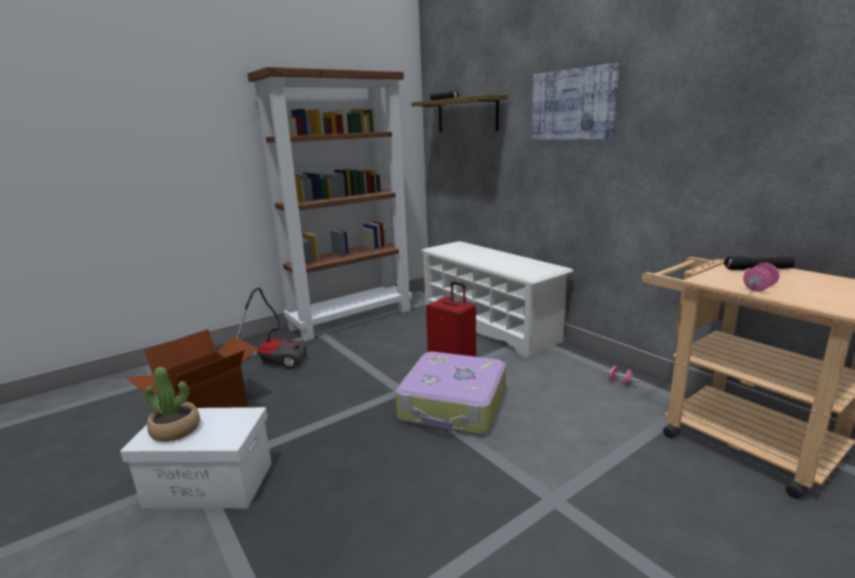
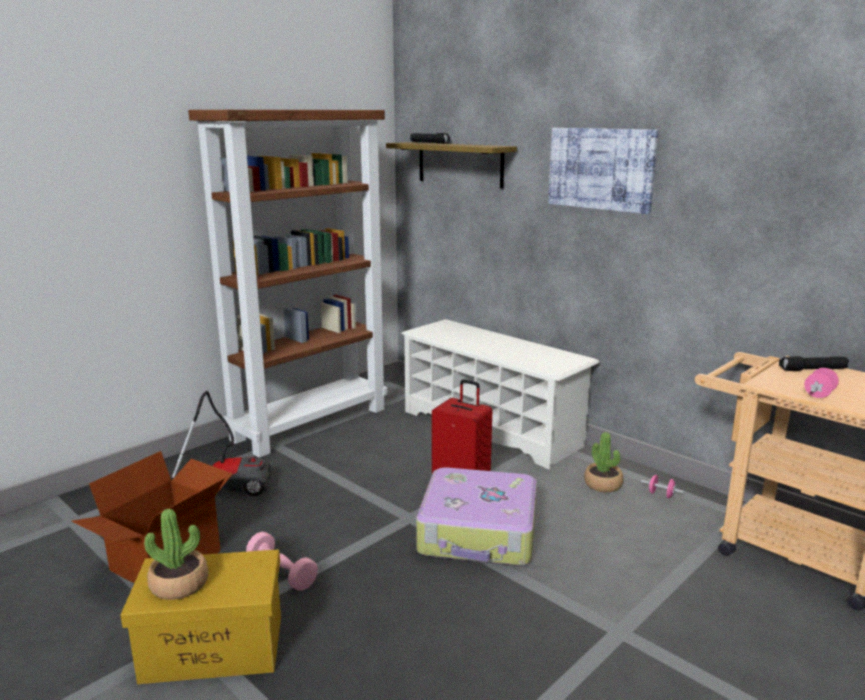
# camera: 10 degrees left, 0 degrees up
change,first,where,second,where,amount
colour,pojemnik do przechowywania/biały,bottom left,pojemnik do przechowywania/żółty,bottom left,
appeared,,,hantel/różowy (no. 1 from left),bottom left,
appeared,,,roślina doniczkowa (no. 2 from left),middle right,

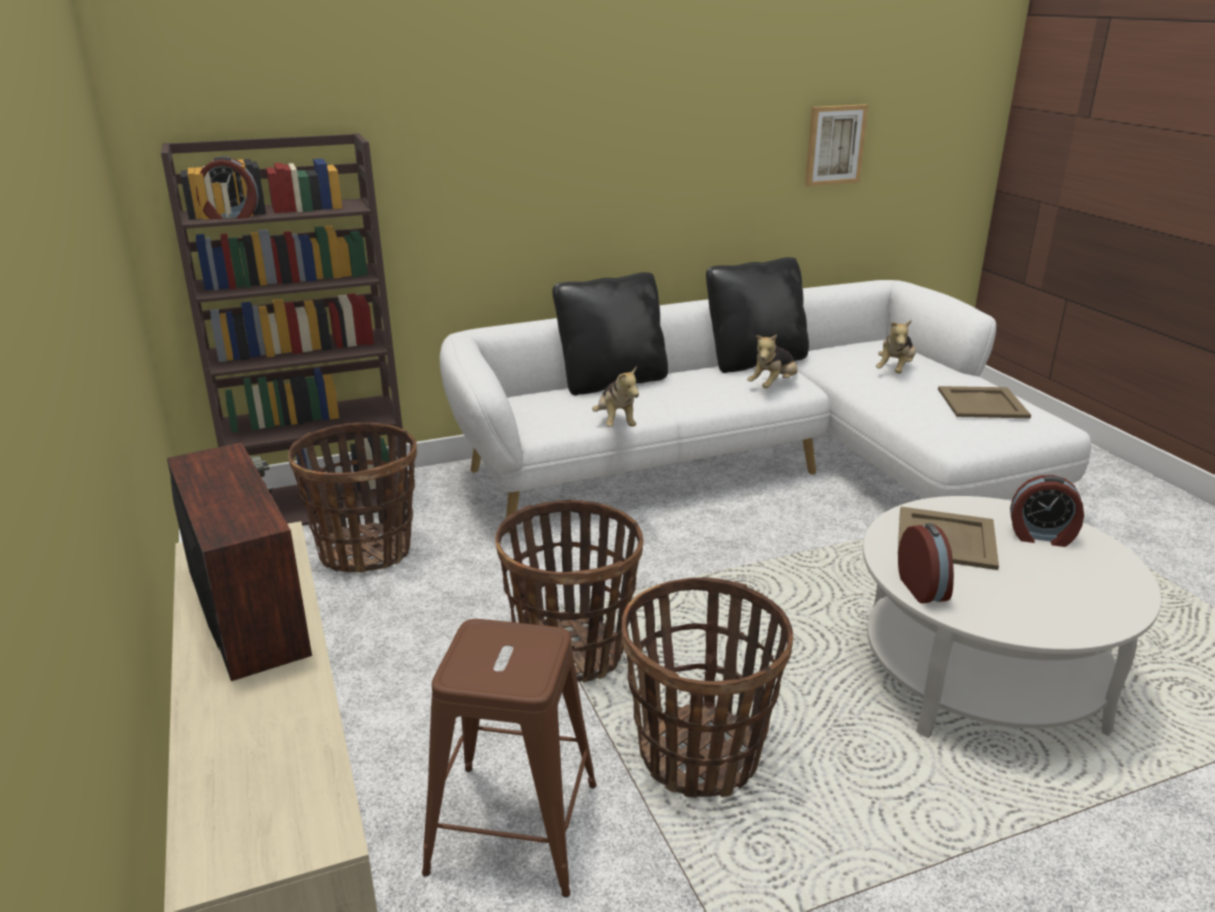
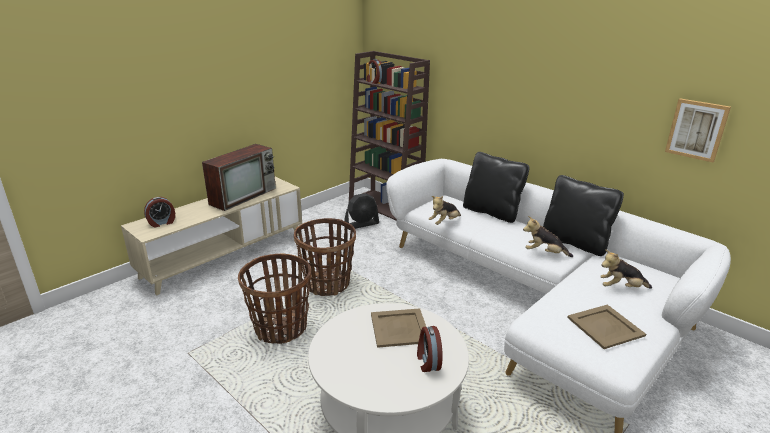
# camera: 65 degrees right, 0 degrees up
change,first,where,second,where,amount
relocated,budzik (no. 2 from left in the first image),middle right,budzik (no. 1 from left),middle left,
exchanged,koszyk (no. 1 from left),middle left,wentylator/czarny,centre,
missing,stołek/brązowy,bottom centre,,,

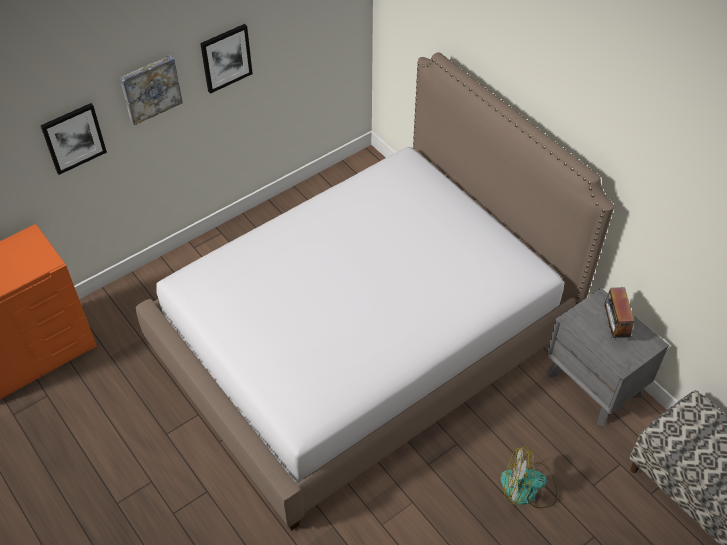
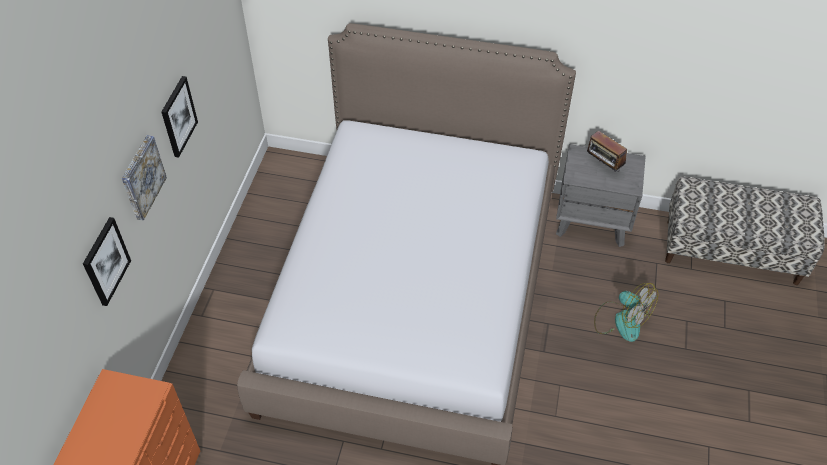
# camera: 40 degrees left, 0 degrees up
change,first,where,second,where,amount
spun,wentylator,bottom right,,bottom right,105 degrees counterclockwise

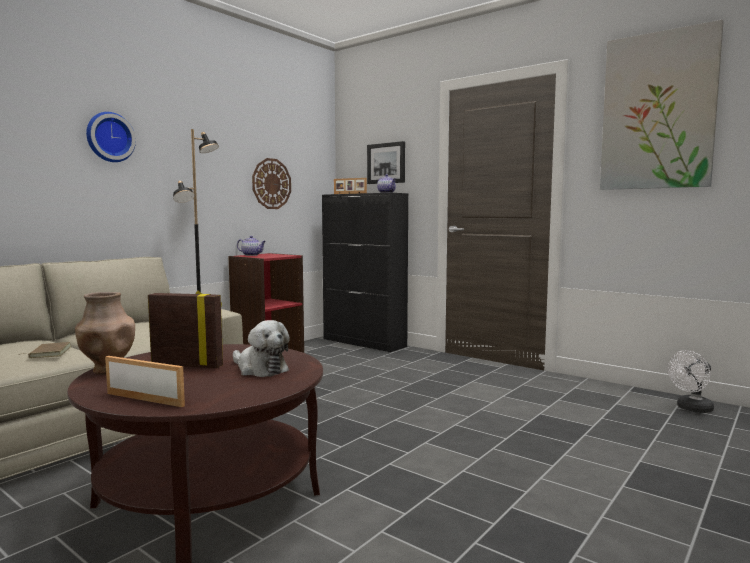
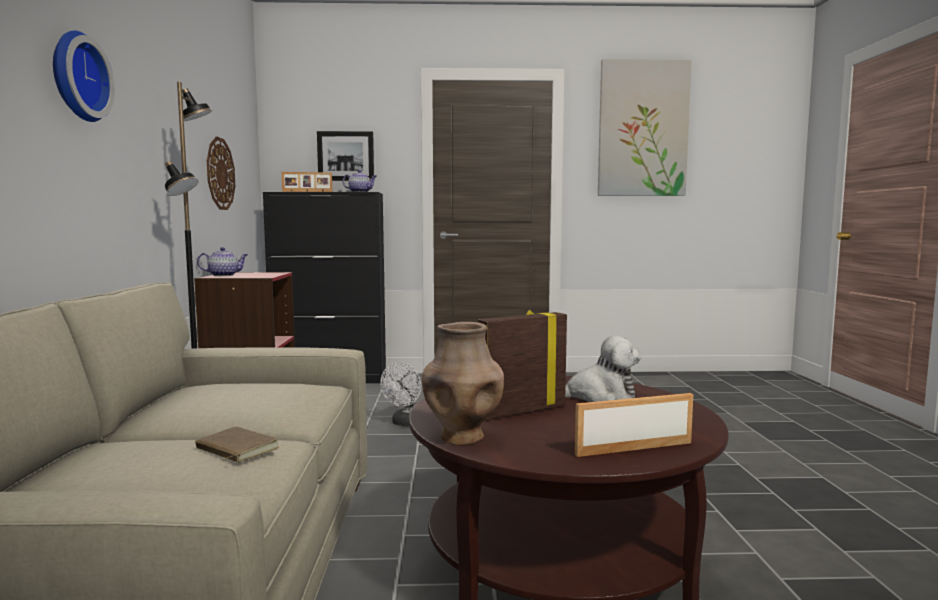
# camera: 40 degrees left, 0 degrees up
change,first,where,second,where,amount
relocated,wentylator/biały,bottom right,,centre,

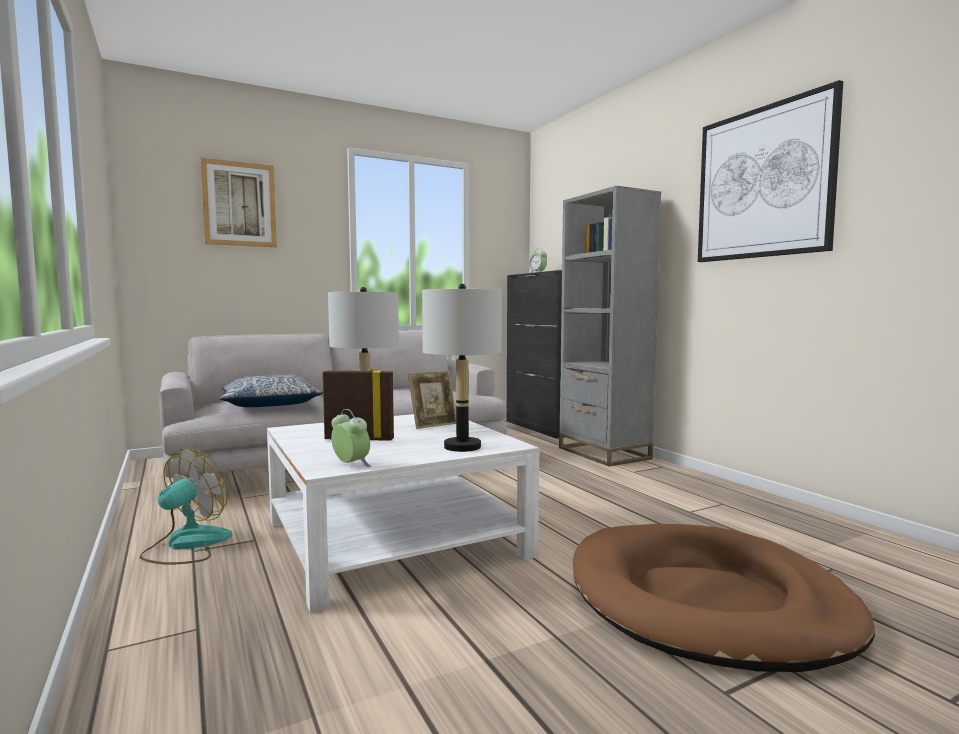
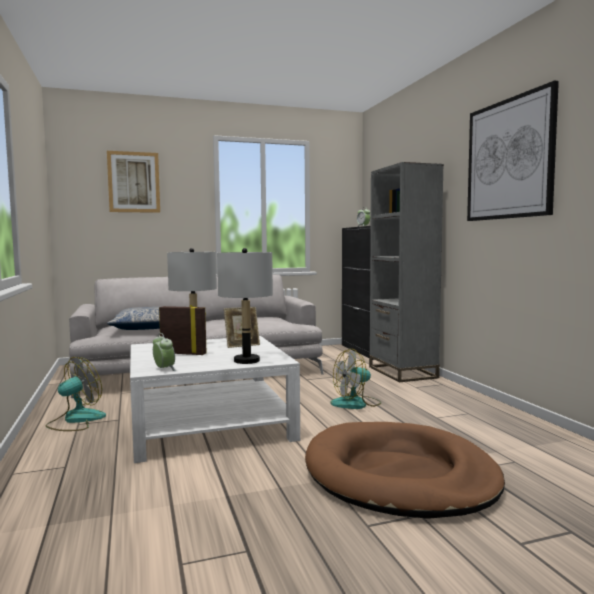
# camera: 10 degrees right, 0 degrees up
change,first,where,second,where,amount
appeared,,,wentylator (no. 2 from left),centre,

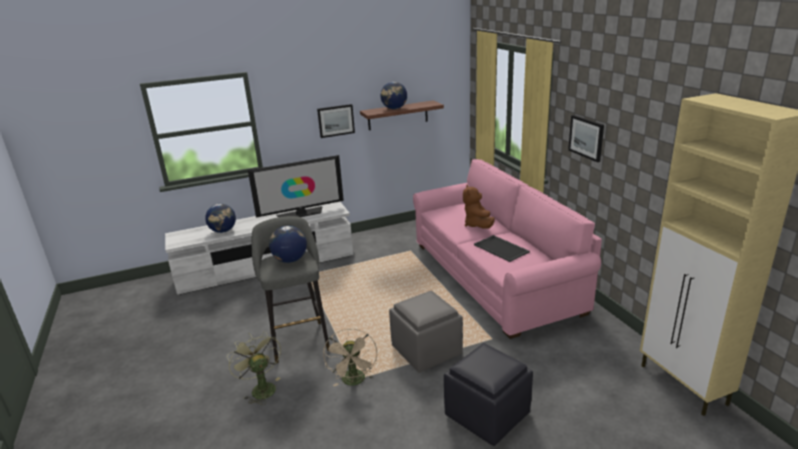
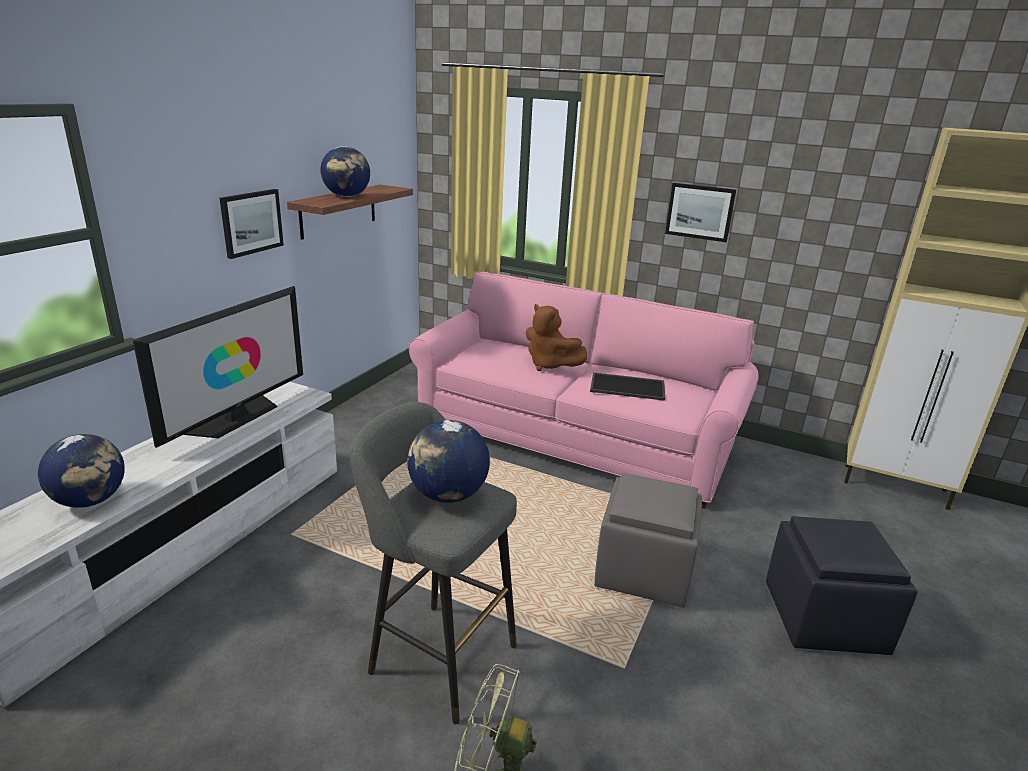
# camera: 45 degrees left, 0 degrees up
change,first,where,second,where,amount
missing,wentylator/beżowy,bottom centre,,,

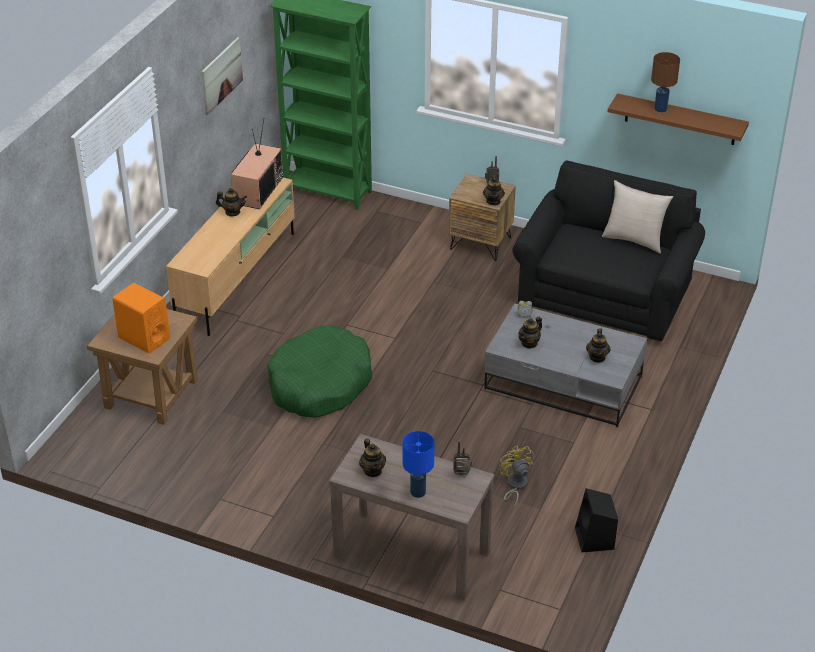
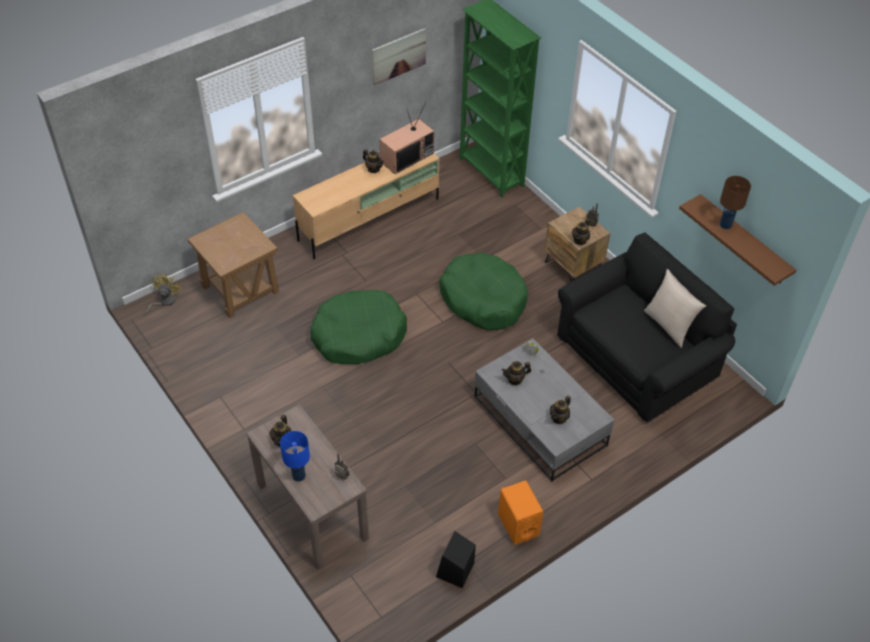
# camera: 30 degrees right, 10 degrees up
change,first,where,second,where,amount
relocated,wentylator/żółty,bottom centre,,middle left,
appeared,,,legowisko/zielony (no. 2 from left),centre,
relocated,głośnik/pomarańczowy,middle left,,bottom centre,

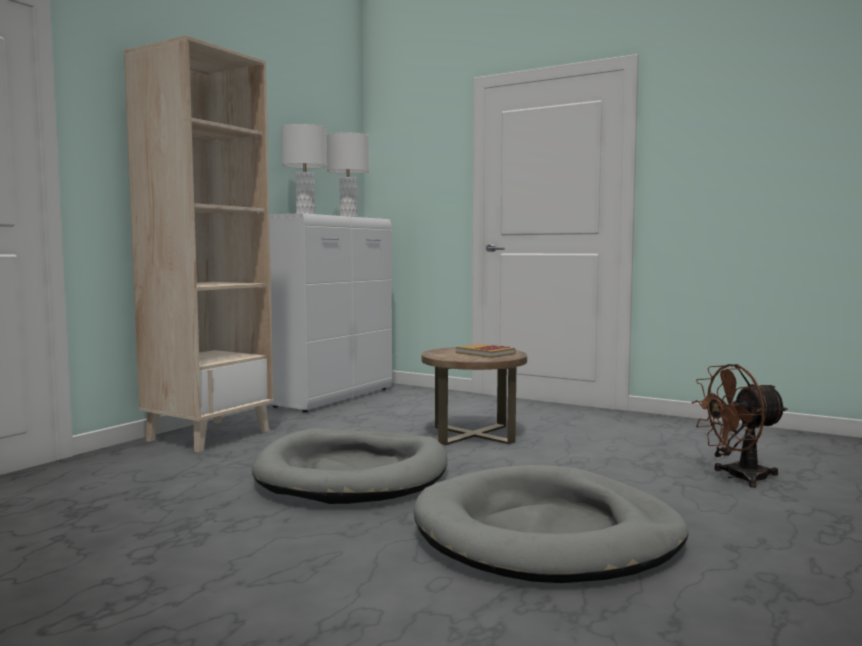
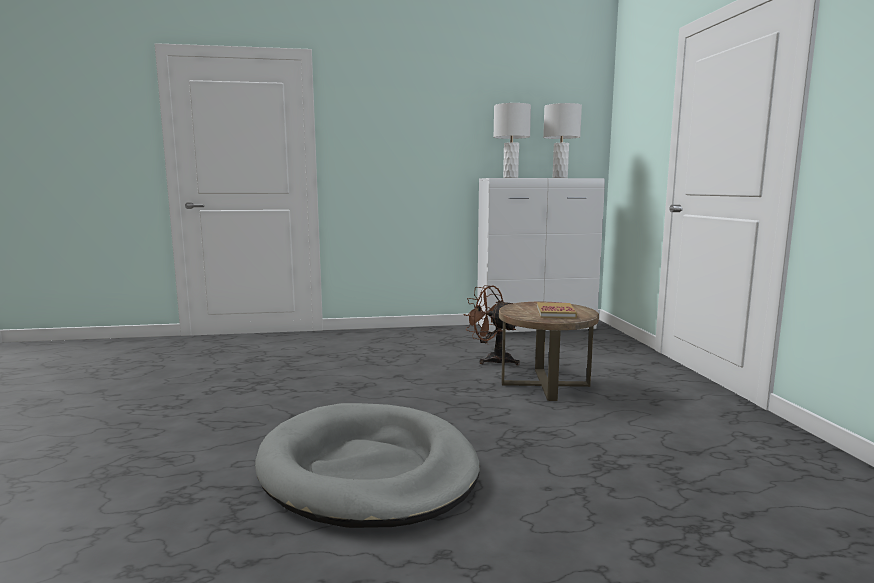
# camera: 50 degrees right, 5 degrees up
change,first,where,second,where,amount
relocated,wentylator/brązowy,middle right,,centre,
missing,regał/beżowy,middle left,,,
missing,legowisko/szary (no. 1 from left),bottom centre,,,

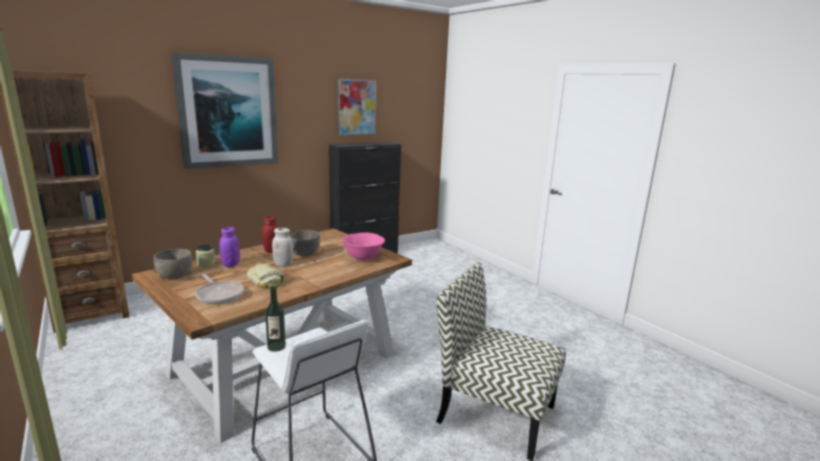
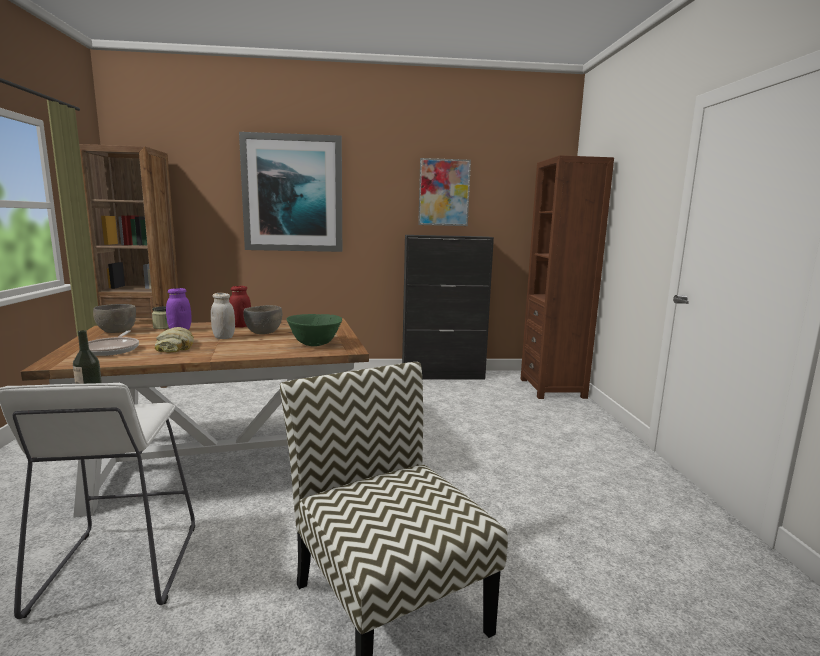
# camera: 30 degrees right, 5 degrees down
change,first,where,second,where,amount
colour,miska/różowy,centre,miska/zielony,centre,
appeared,,,regał/brązowy (no. 2 from left),middle right,

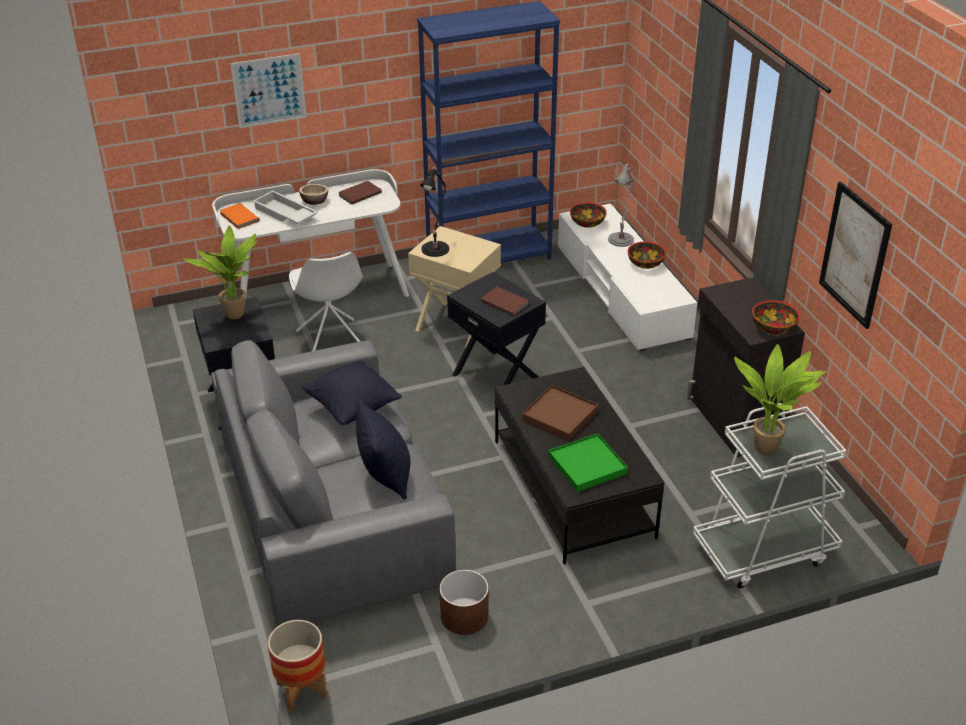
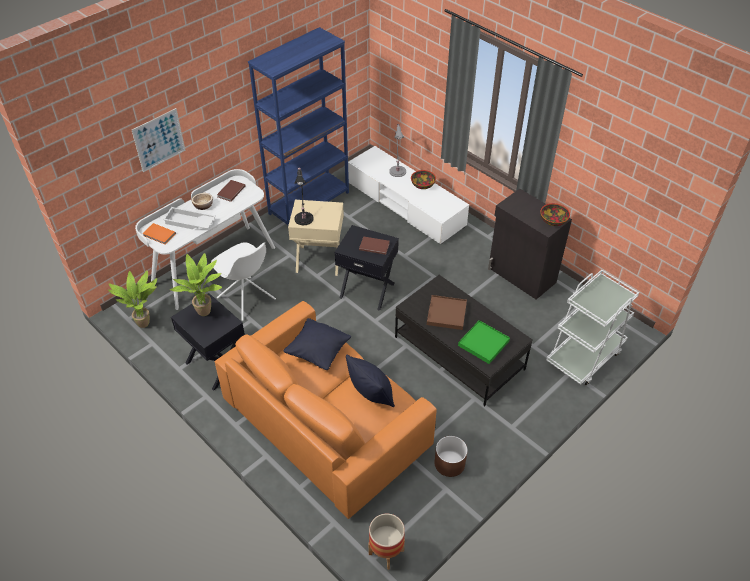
# camera: 25 degrees left, 10 degrees up
change,first,where,second,where,amount
relocated,roślina doniczkowa (no. 2 from left in the first image),middle right,roślina doniczkowa (no. 1 from left),middle left,
colour,kanapa/szary,centre,kanapa/pomarańczowy,bottom centre,
missing,miska (no. 2 from left),top centre,,,
missing,obraz (no. 2 from left),middle right,,,

